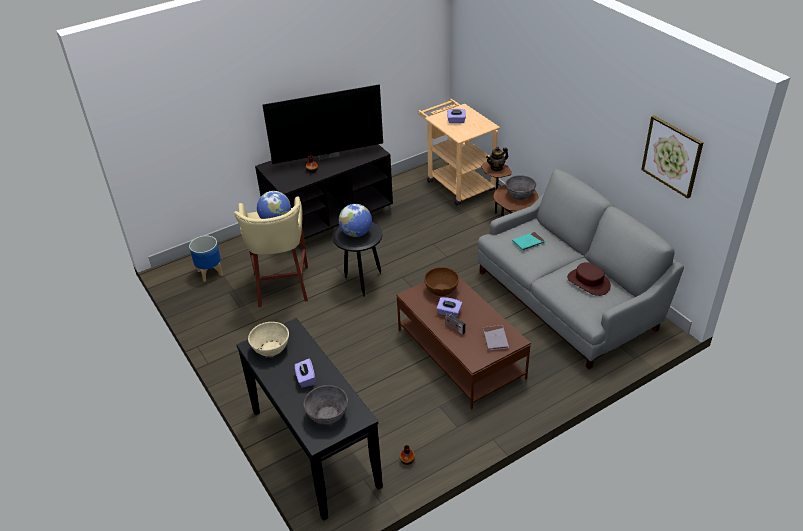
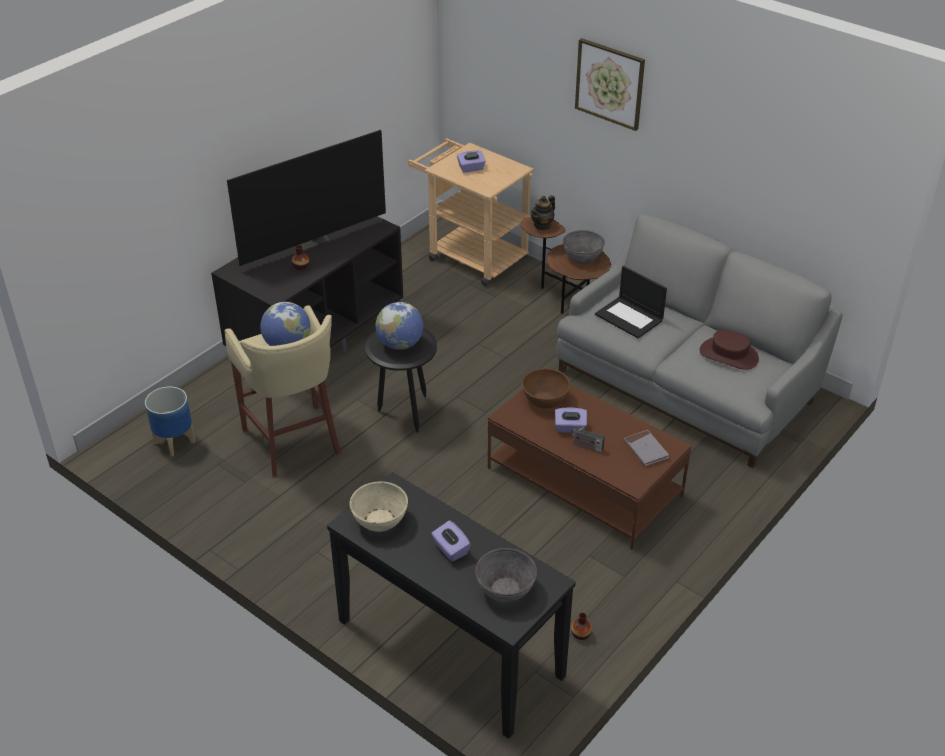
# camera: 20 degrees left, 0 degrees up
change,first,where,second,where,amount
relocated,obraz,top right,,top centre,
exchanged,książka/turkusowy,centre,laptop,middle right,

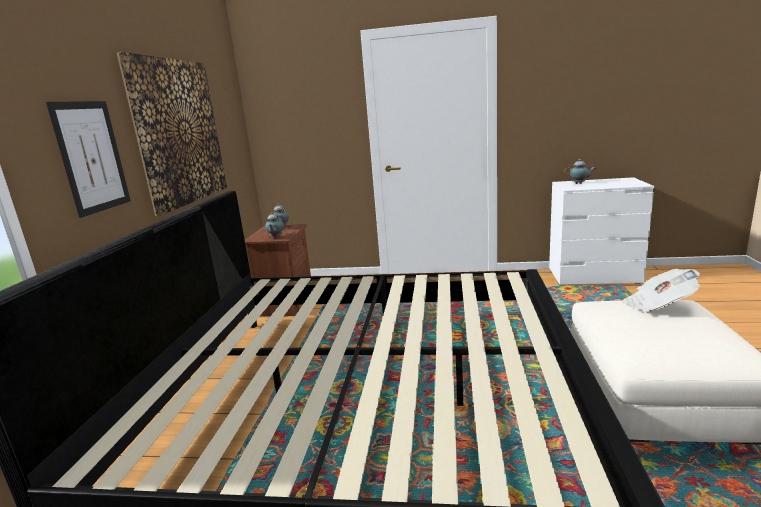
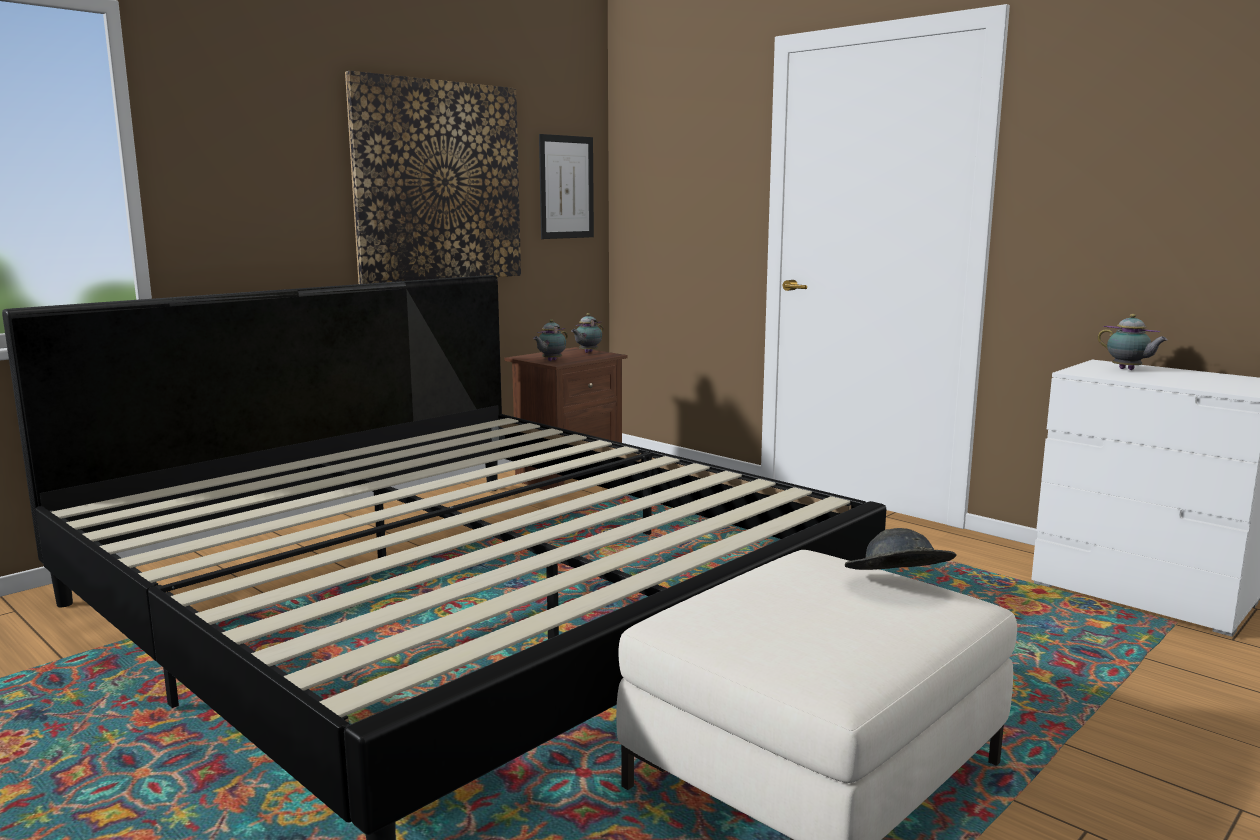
# camera: 35 degrees right, 5 degrees down
change,first,where,second,where,amount
relocated,obraz (no. 1 from left in the first image),top left,obraz (no. 2 from left),top centre,
exchanged,gazeta,middle right,kapelusz/szary,middle right,

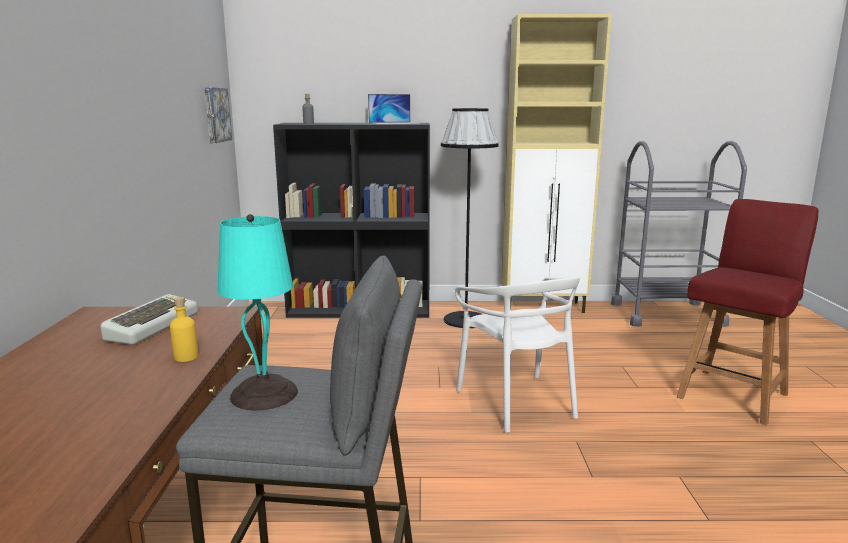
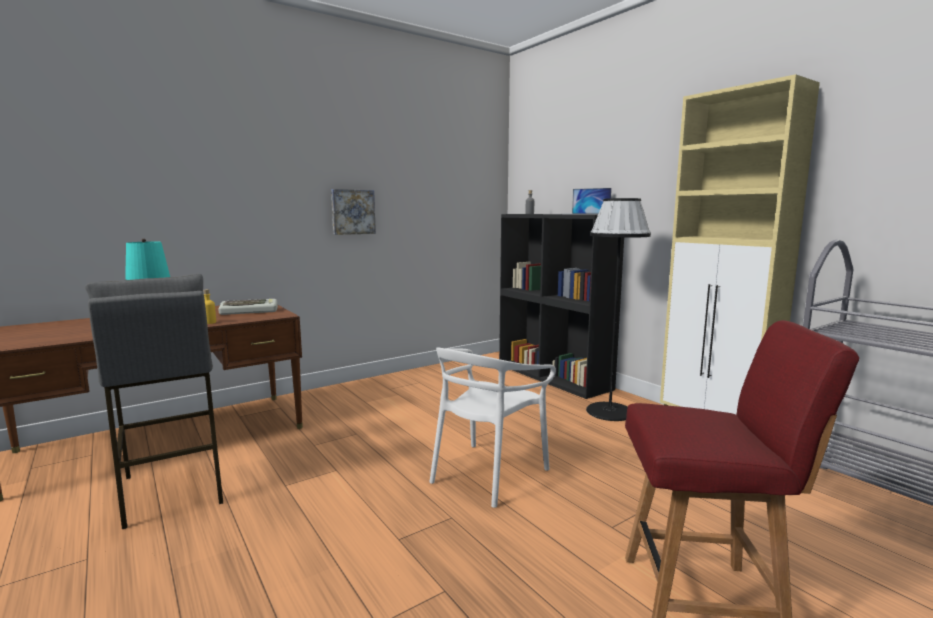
# camera: 55 degrees right, 5 degrees down
change,first,where,second,where,amount
relocated,obraz,top left,,centre,

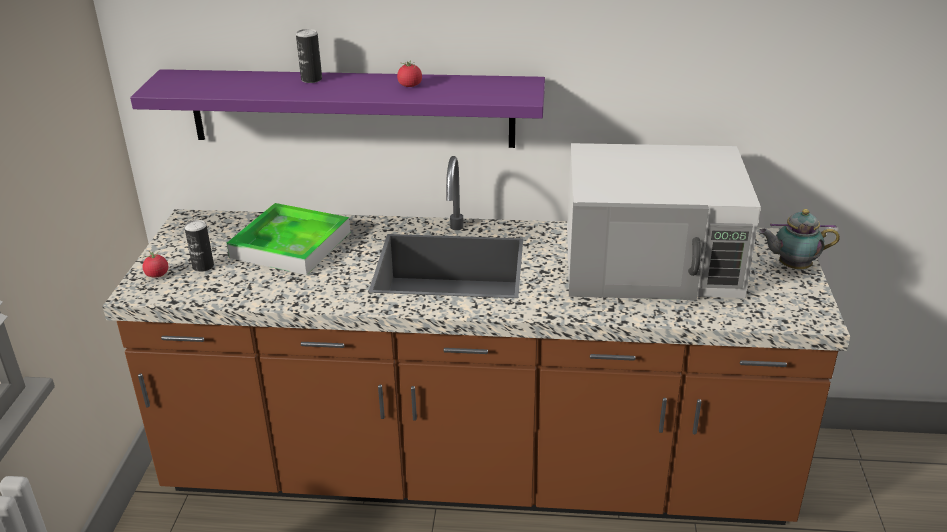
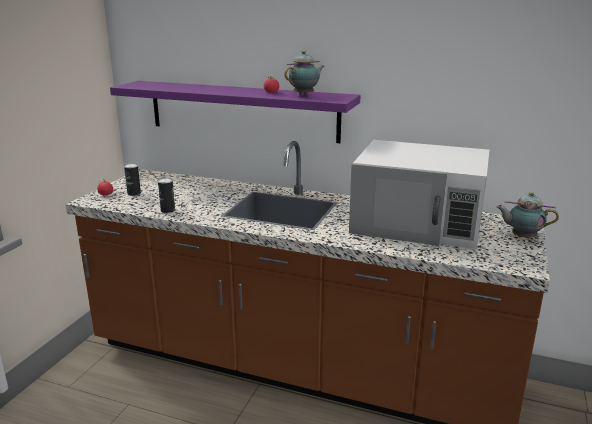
# camera: 15 degrees right, 10 degrees down
change,first,where,second,where,amount
relocated,puszka (no. 2 from left),top left,,middle left,
appeared,,,imbryk (no. 1 from left),top centre,
missing,taca,middle left,,,

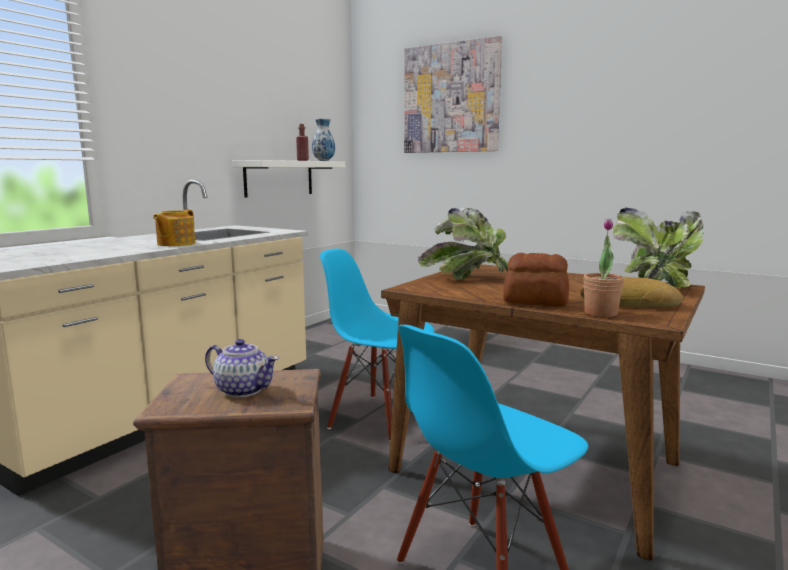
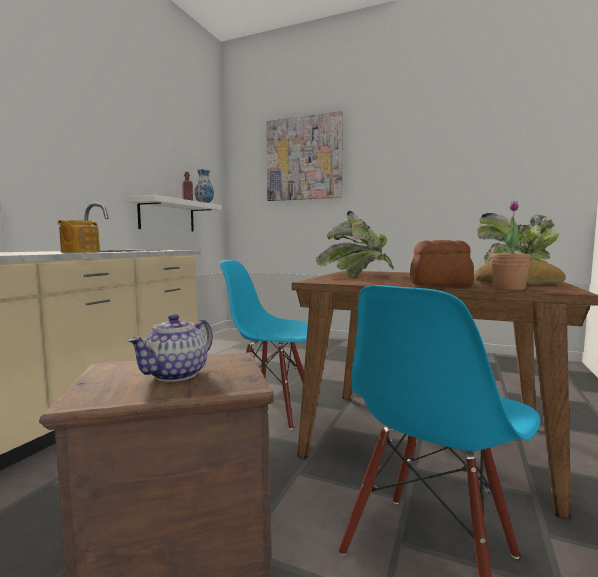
# camera: 10 degrees left, 5 degrees down
change,first,where,second,where,amount
spun,imbryk (no. 2 from left),middle left,,middle left,105 degrees clockwise

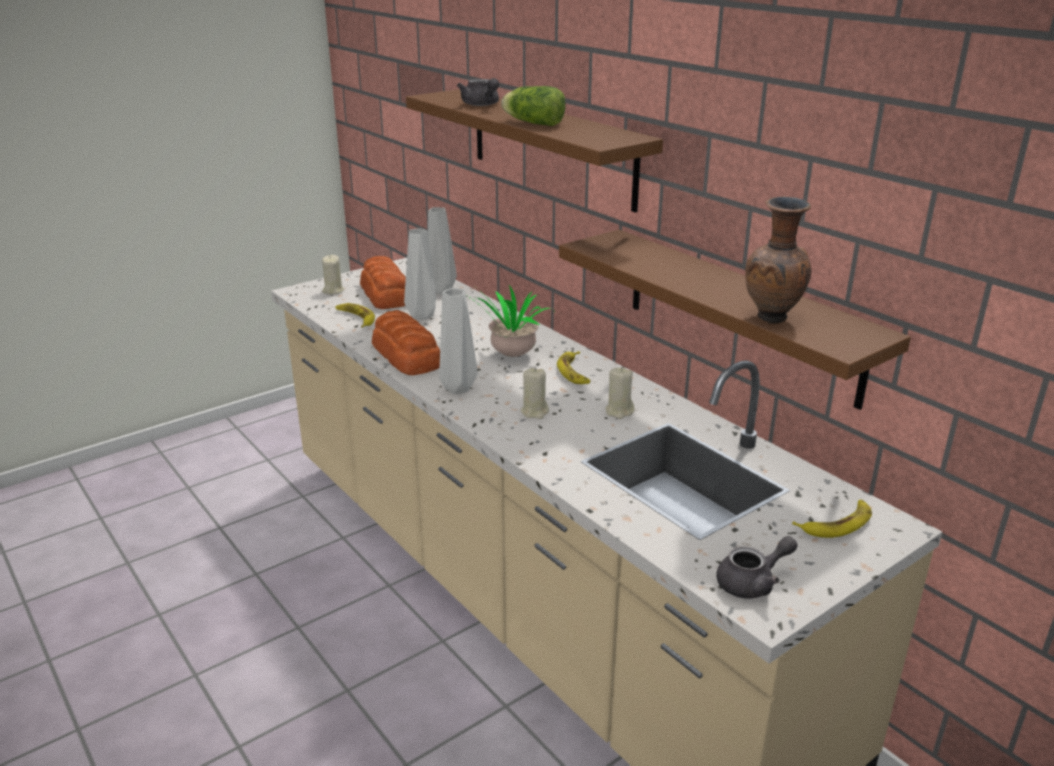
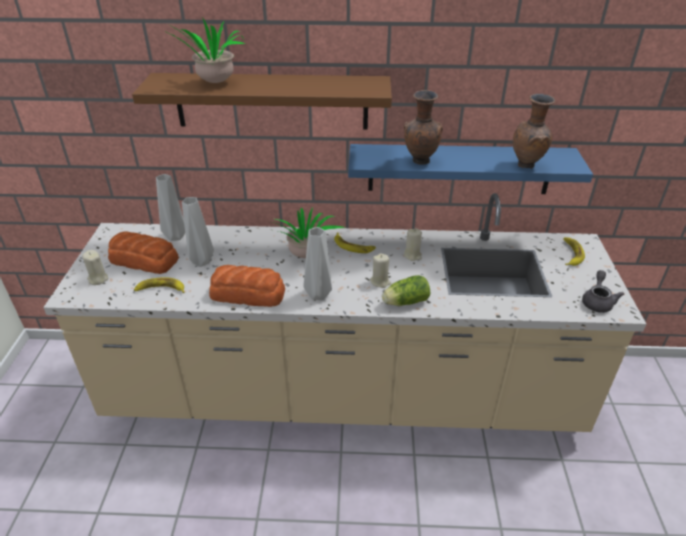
# camera: 50 degrees left, 10 degrees up
change,first,where,second,where,amount
exchanged,imbryk/szary (no. 1 from left),top centre,roślina doniczkowa (no. 1 from left),top left,
colour,półka/brązowy (no. 2 from left),middle right,półka/niebieski,top right,
relocated,sałata,top centre,,centre,
appeared,,,wazon/brązowy (no. 1 from left),top centre,

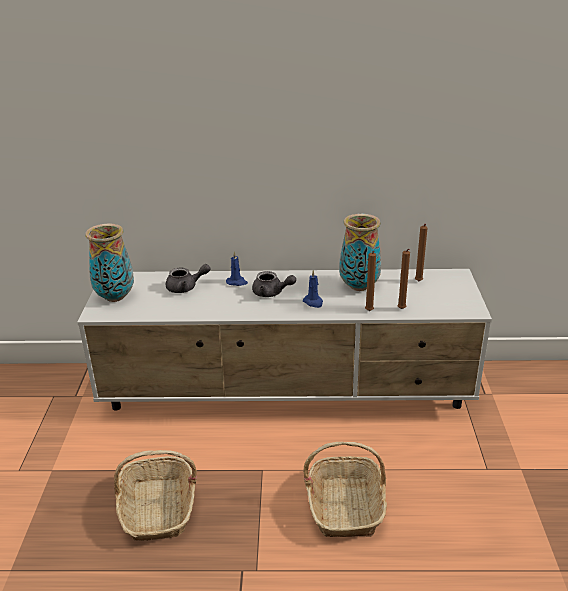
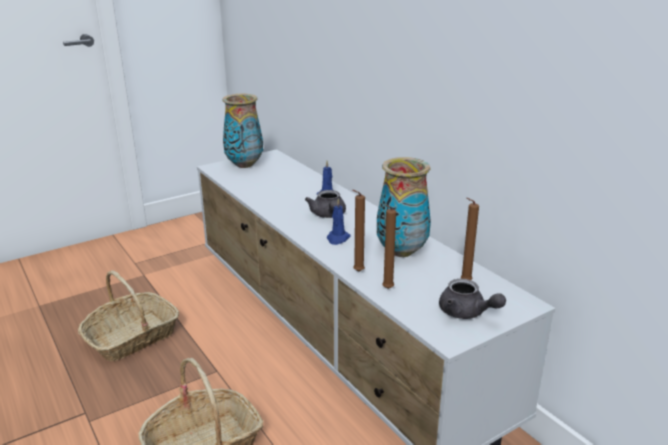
# camera: 55 degrees right, 5 degrees down
change,first,where,second,where,amount
relocated,imbryk/szary (no. 1 from left in the first image),middle left,imbryk/szary (no. 2 from left),bottom right,

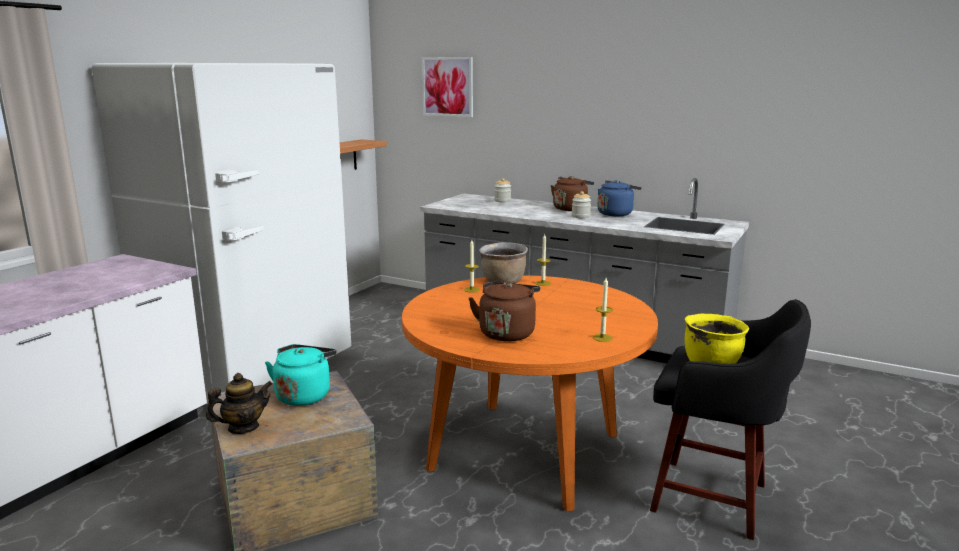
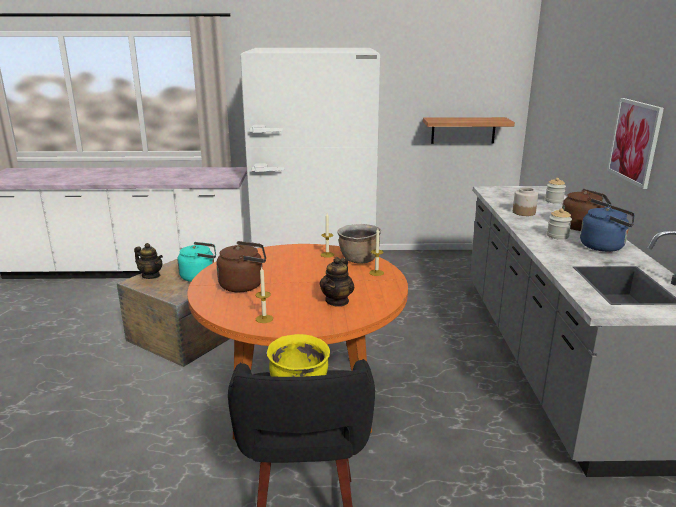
# camera: 60 degrees right, 5 degrees up
change,first,where,second,where,amount
appeared,,,imbryk (no. 2 from left),centre,
appeared,,,słoik (no. 1 from left),middle right,
relocated,obraz,top centre,,top right,

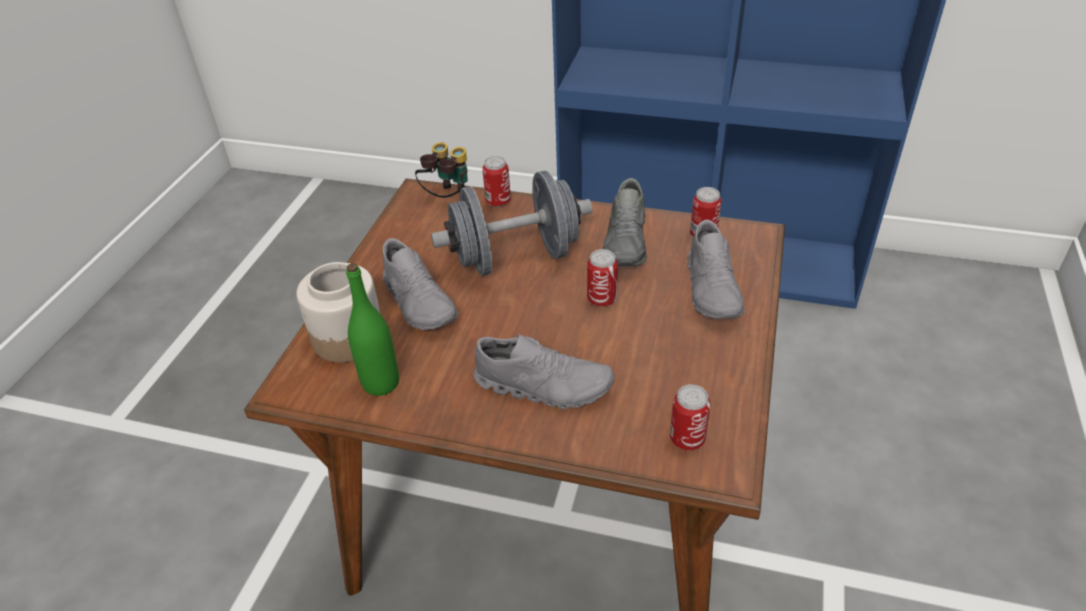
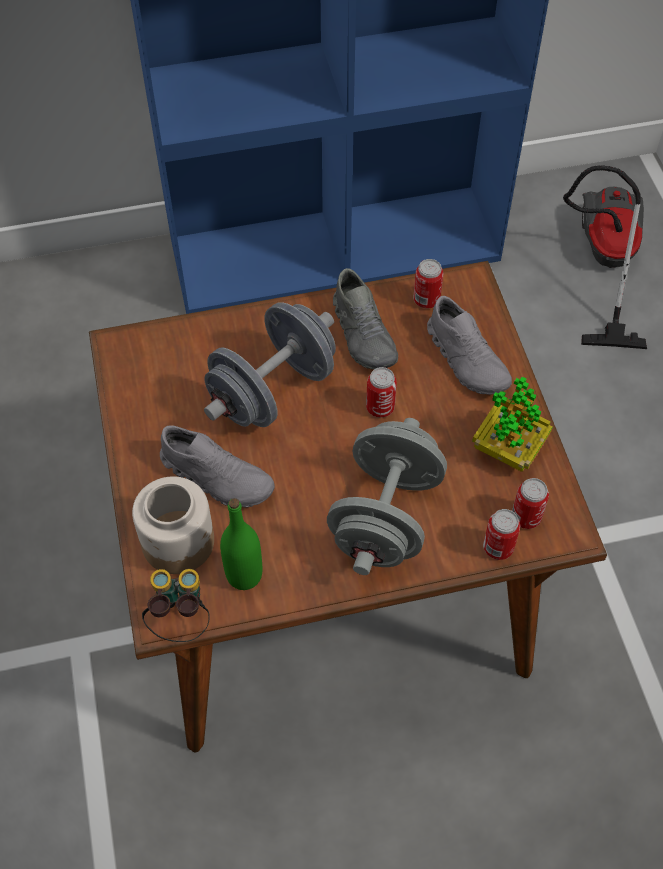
# camera: 30 degrees left, 15 degrees up
change,first,where,second,where,amount
relocated,lornetka,top centre,,bottom left,
exchanged,but/szary (no. 2 from left),centre,hantel/szary (no. 2 from left),centre,
appeared,,,roślina doniczkowa,middle right,
relocated,puszka (no. 1 from left in the first image),top centre,puszka (no. 3 from left),middle right,
appeared,,,odkurzacz,top right,

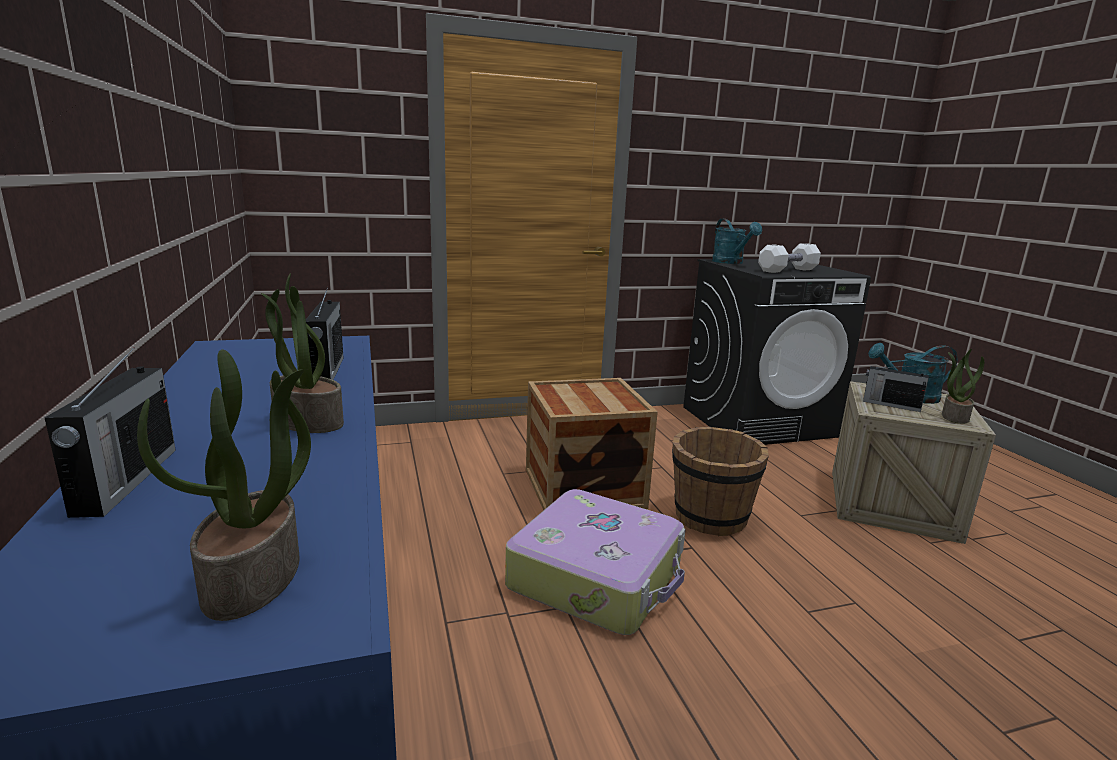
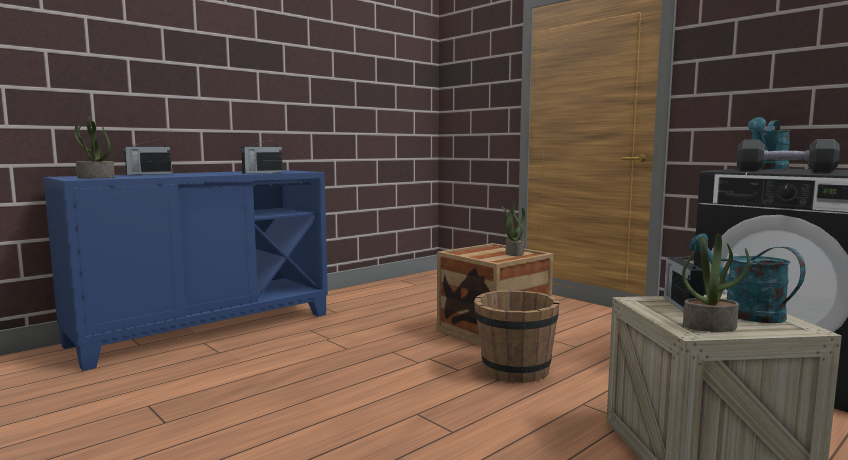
# camera: 65 degrees right, 10 degrees down
change,first,where,second,where,amount
relocated,roślina doniczkowa (no. 2 from left),middle left,,centre,
colour,hantel/biały,middle right,hantel/czarny,middle right,
missing,walizka,bottom centre,,,

